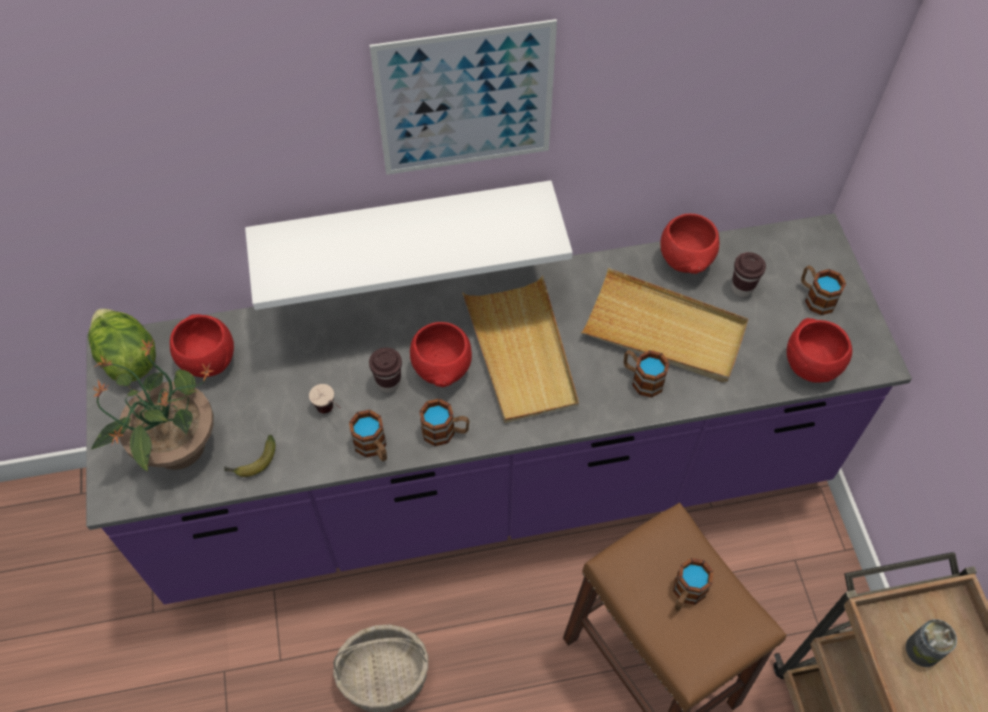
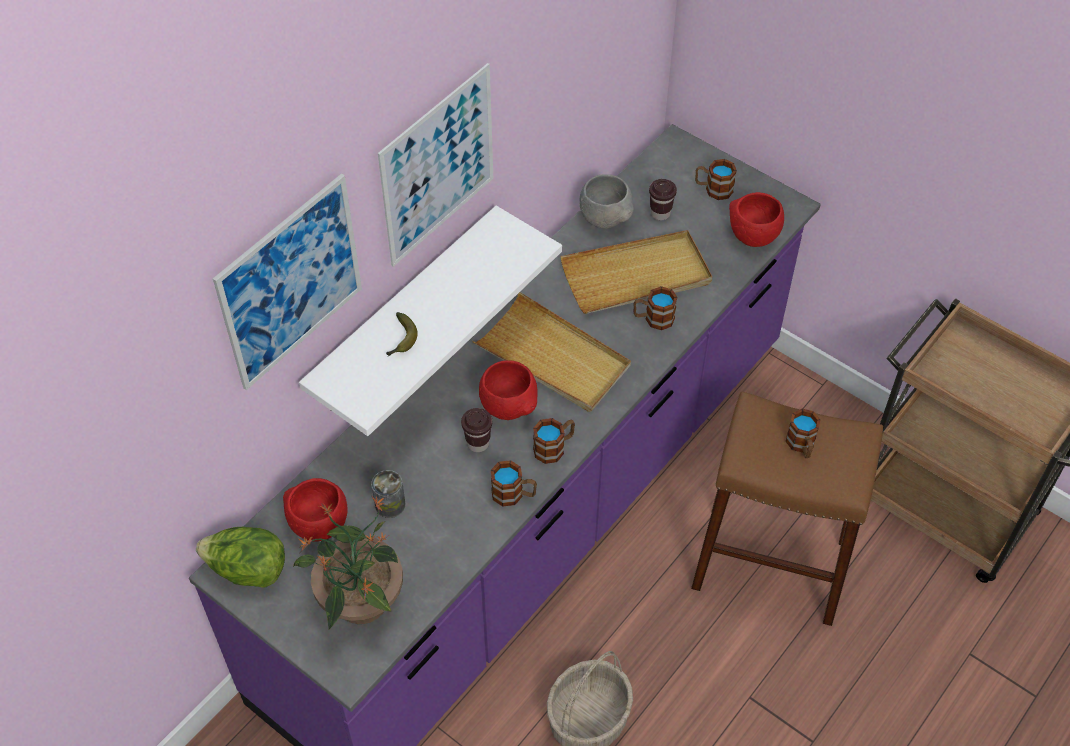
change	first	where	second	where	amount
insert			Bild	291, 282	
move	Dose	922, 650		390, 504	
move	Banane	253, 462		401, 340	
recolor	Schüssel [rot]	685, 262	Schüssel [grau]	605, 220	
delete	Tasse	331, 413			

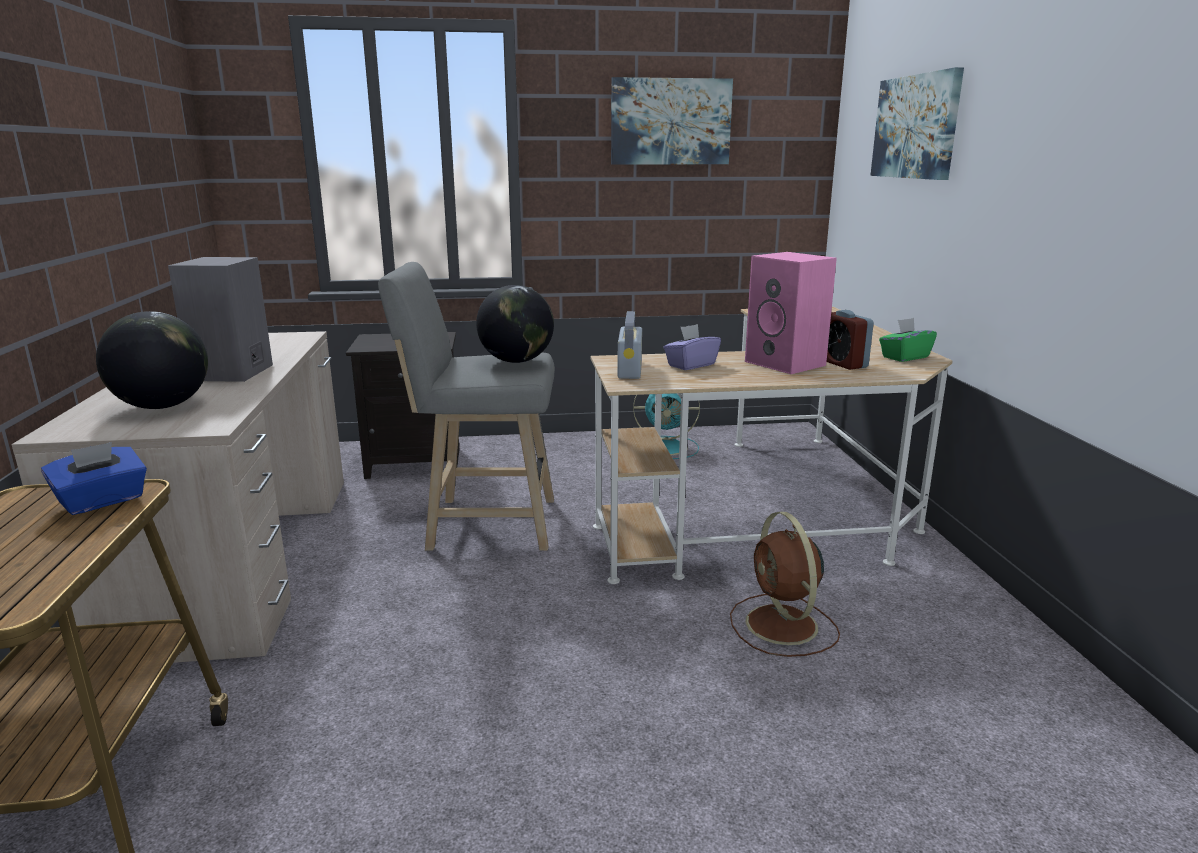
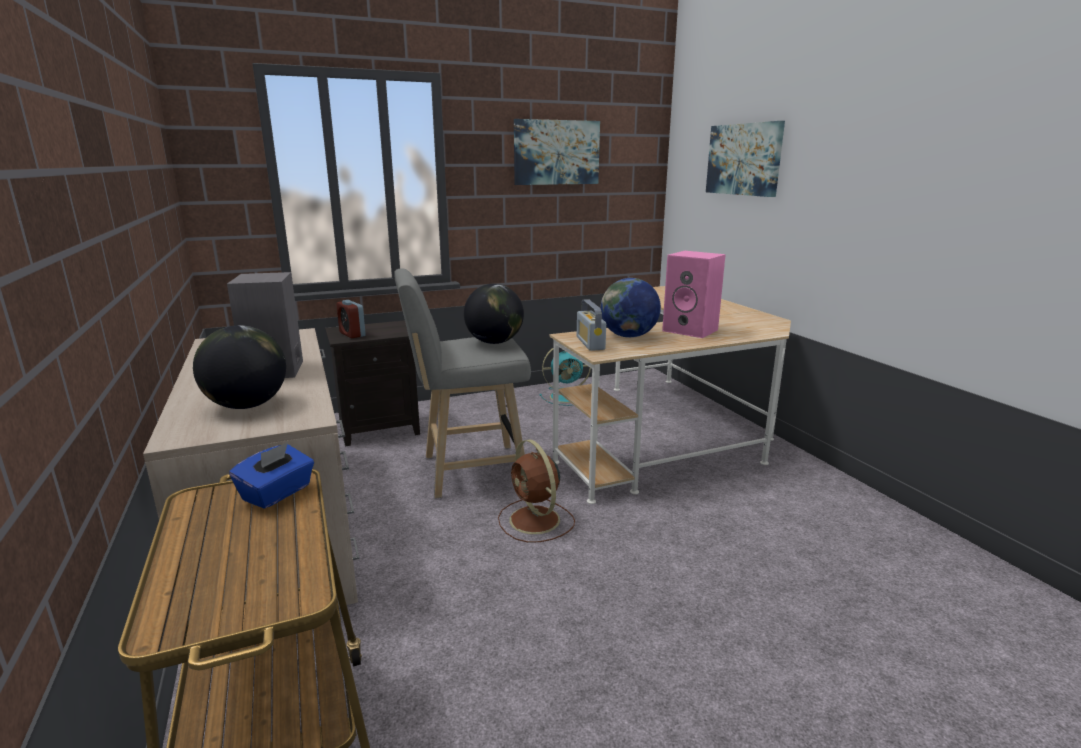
change	first	where	second	where	amount
move	Wecker	843, 363		352, 334	
move	Ventilator [braun]	783, 626		536, 521	
replace	Taschentuchbox [lila]	691, 365	Globus	629, 336	
delete	Taschentuchbox [grün]	904, 357			

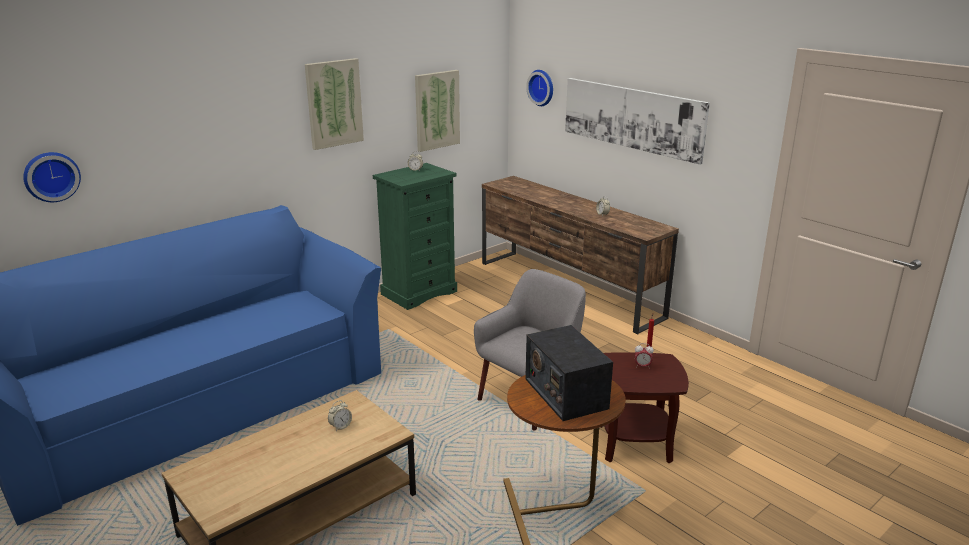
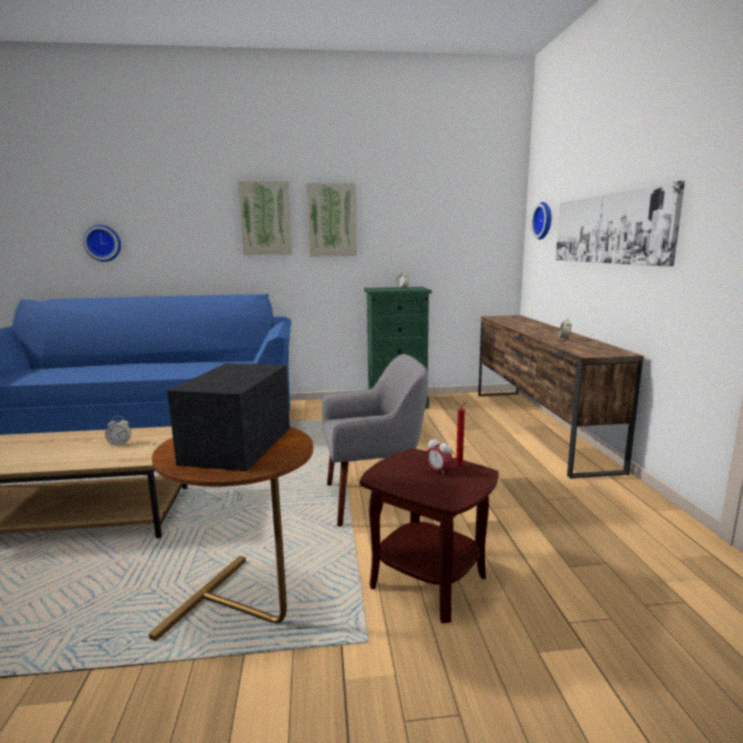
change	first	where	second	where	amount
move	Bild	436, 110		265, 218	

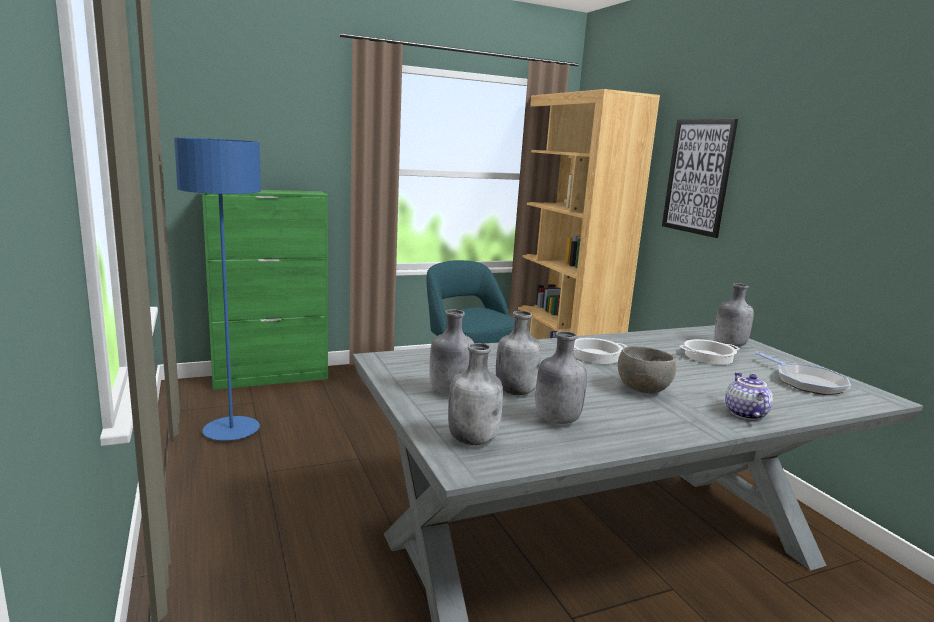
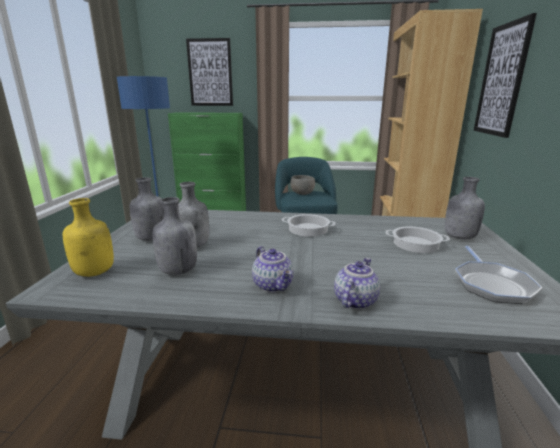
change	first	where	second	where	amount
recolor	Flasche [grau]	473, 440	Flasche [gelb]	95, 272	
insert			Bild	210, 73	
insert			Teekanne	274, 285	
move	Schüssel [grau]	643, 390		302, 194	

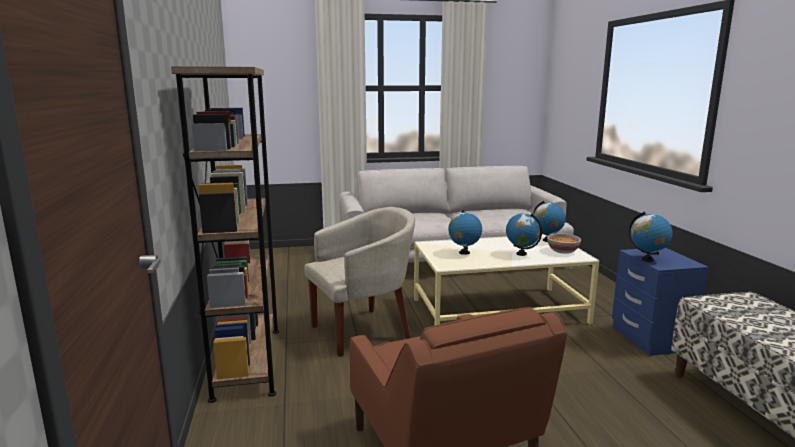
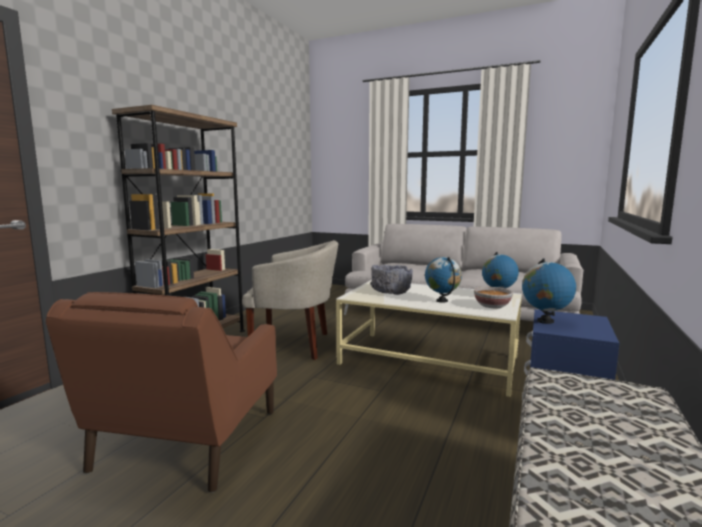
change	first	where	second	where	amount
replace	Globus	464, 253	Schüssel [grau]	391, 292	

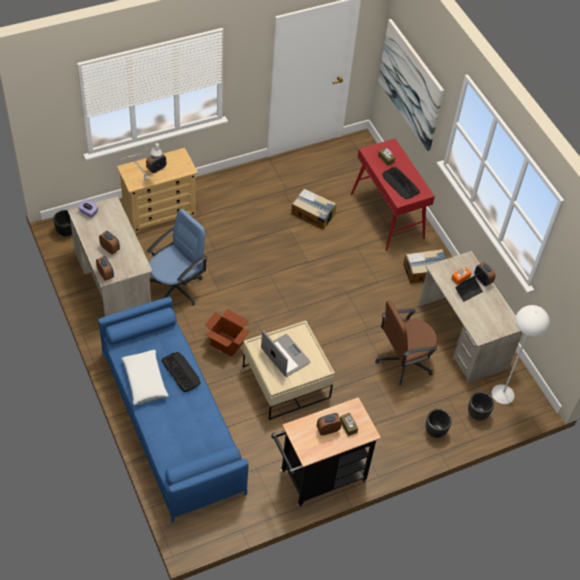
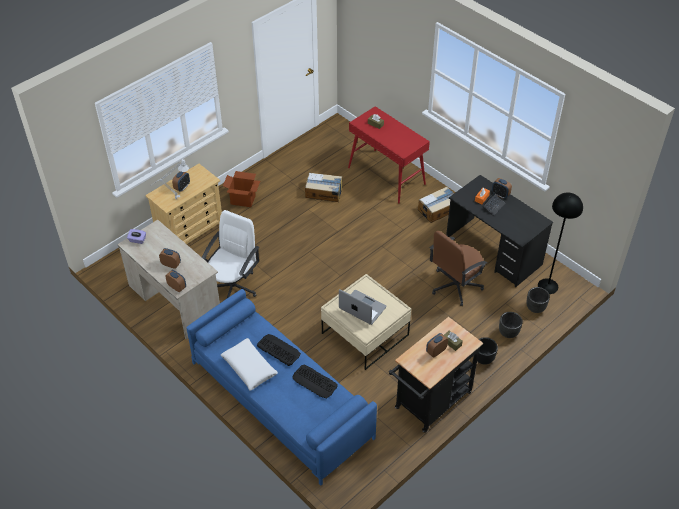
change	first	where	second	where	amount
recolor	Bürostuhl [blau]	176, 287	Bürostuhl [weiß]	233, 286	
move	Karton	226, 344		243, 200	
move	Tastatur	400, 183		314, 382	
recolor	Schreibtisch [beige]	462, 337	Schreibtisch [schwarz]	493, 251	
move	Pflanzkübel [schwarz]	66, 232		484, 359	
recolor	Stehlampe [weiß]	503, 394	Stehlampe [schwarz]	548, 286	
delete	Bild	410, 84			

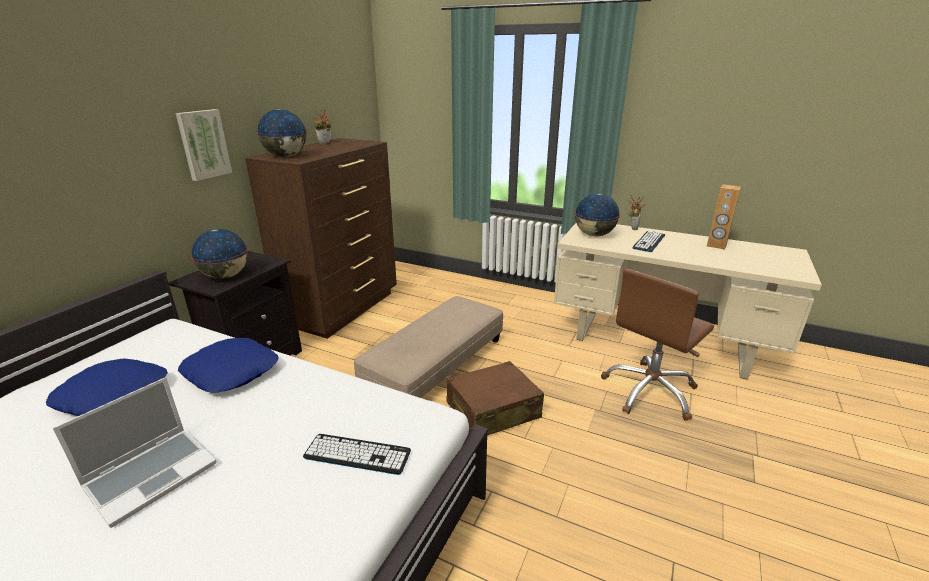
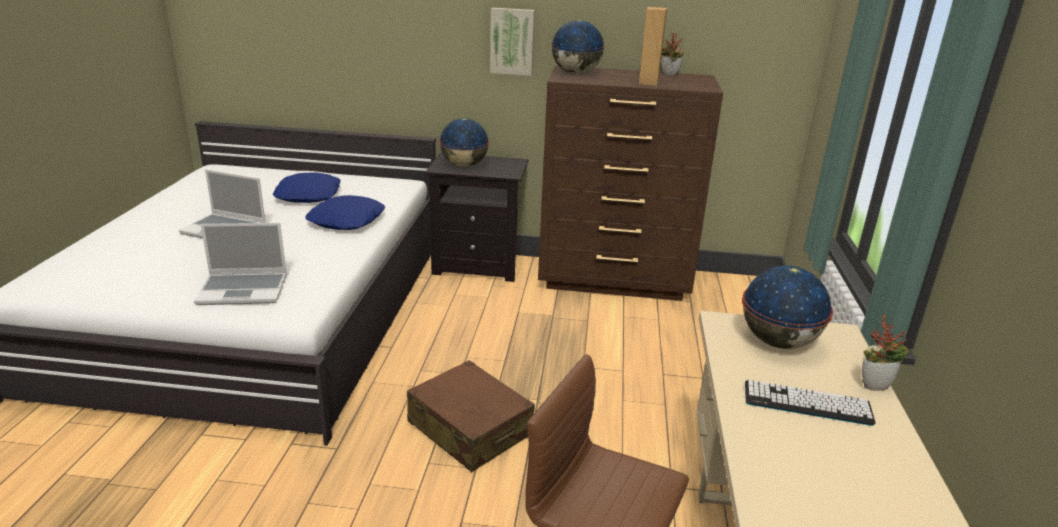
change	first	where	second	where	amount
replace	Tastatur	357, 454	Laptop	244, 290	
move	Lautsprecher [braun]	716, 245		648, 83	
delete	Polsterhocker [beige]	435, 364			

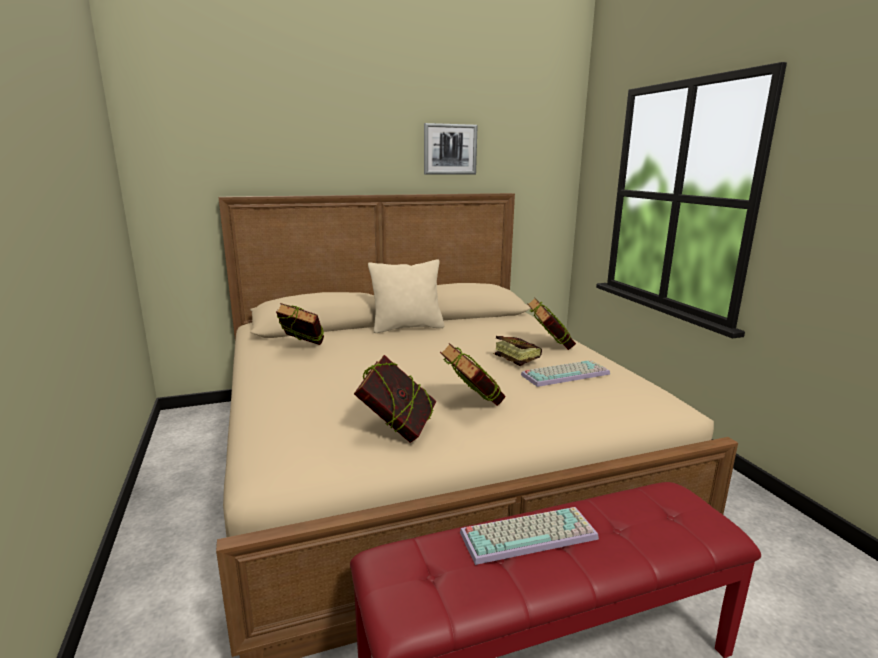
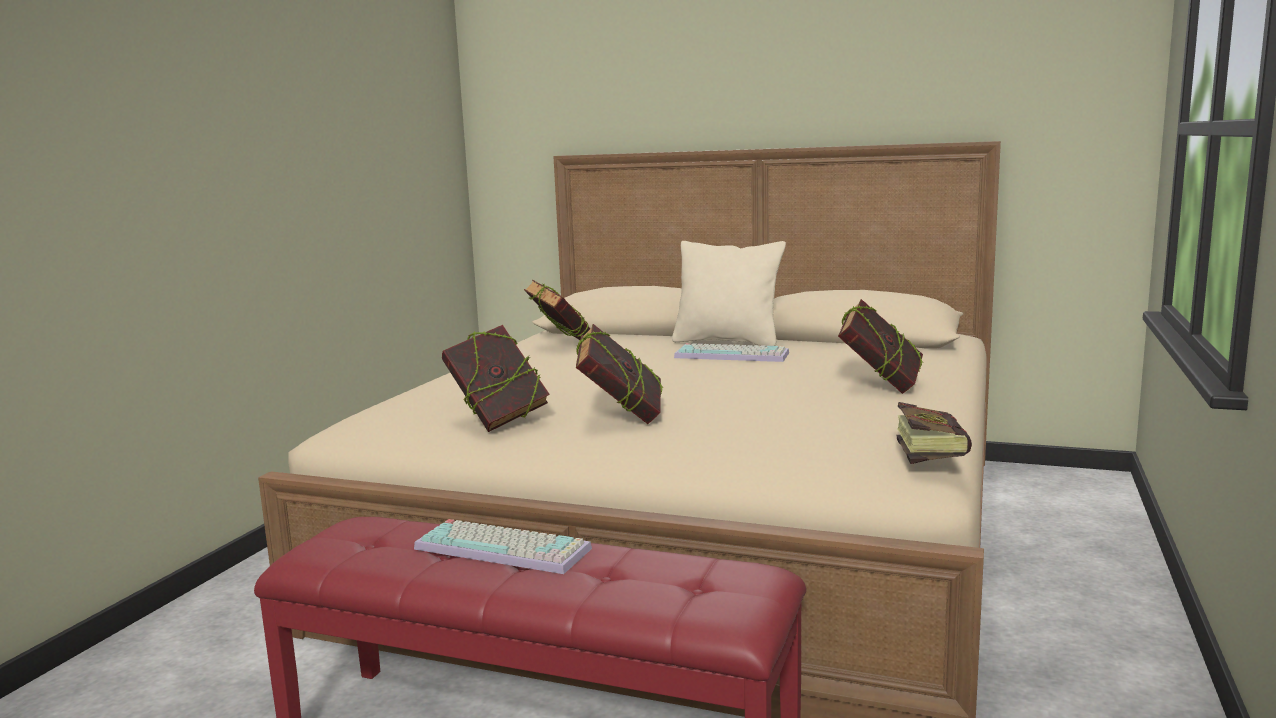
change	first	where	second	where	amount
move	Tastatur	565, 374		733, 355	
move	Buch	513, 359		928, 455	
delete	Bild	450, 149			

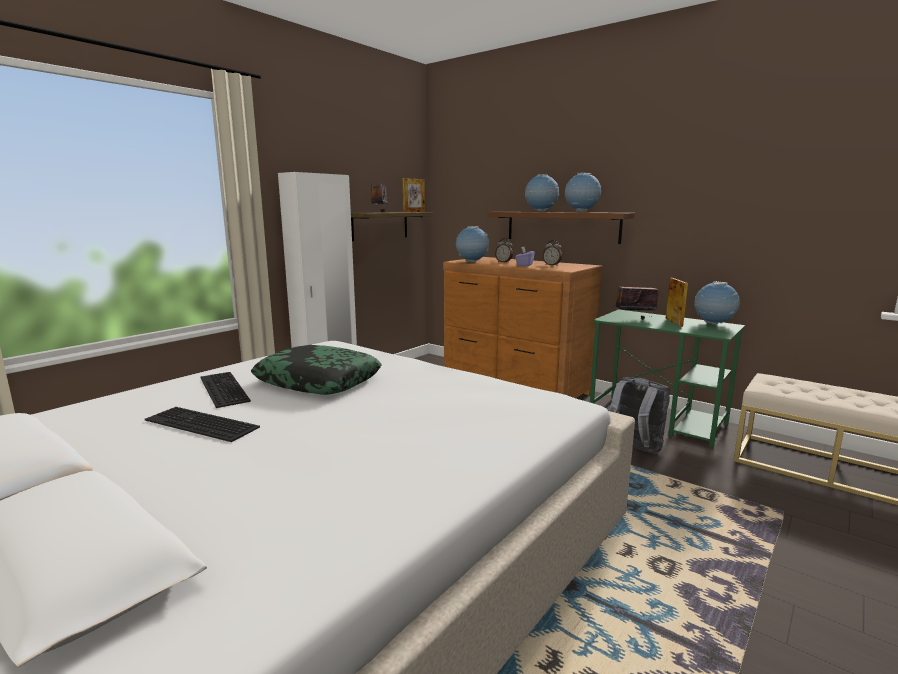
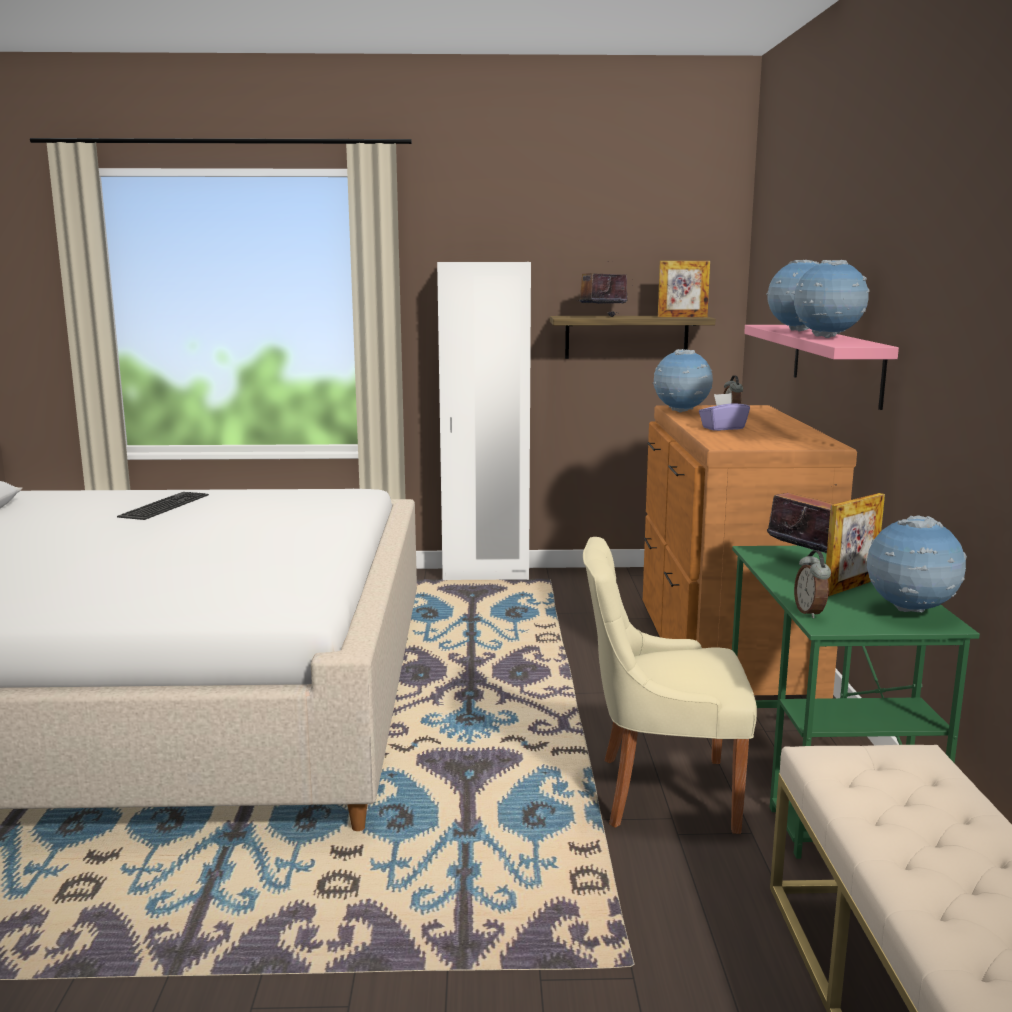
change	first	where	second	where	amount
replace	Rucksack [grau]	635, 449	Stuhl [beige]	661, 792	
recolor	Wandregal [braun]	561, 226	Wandregal [rosa]	836, 363	
move	Wecker	552, 265		810, 612	
delete	Tastatur	198, 424			
delete	Kissen	317, 381			

